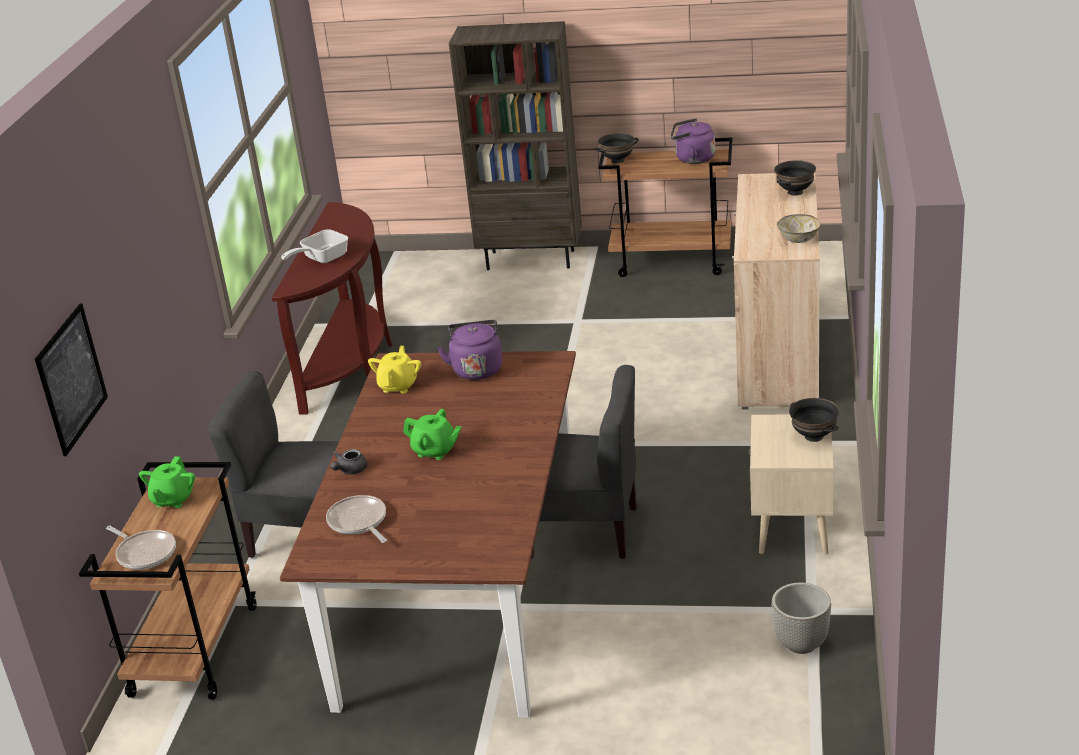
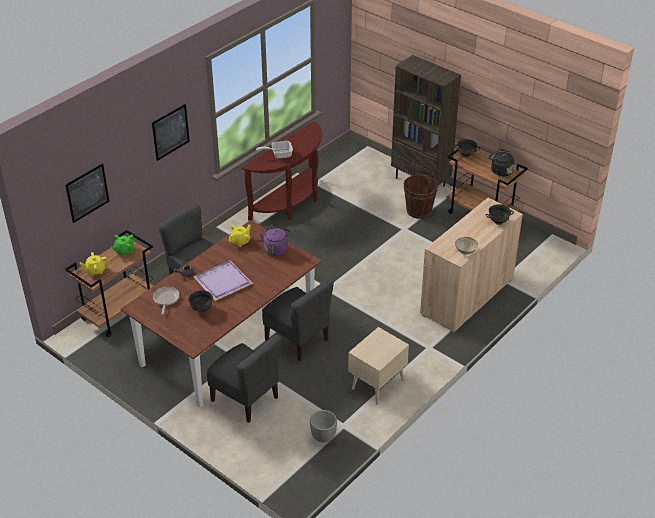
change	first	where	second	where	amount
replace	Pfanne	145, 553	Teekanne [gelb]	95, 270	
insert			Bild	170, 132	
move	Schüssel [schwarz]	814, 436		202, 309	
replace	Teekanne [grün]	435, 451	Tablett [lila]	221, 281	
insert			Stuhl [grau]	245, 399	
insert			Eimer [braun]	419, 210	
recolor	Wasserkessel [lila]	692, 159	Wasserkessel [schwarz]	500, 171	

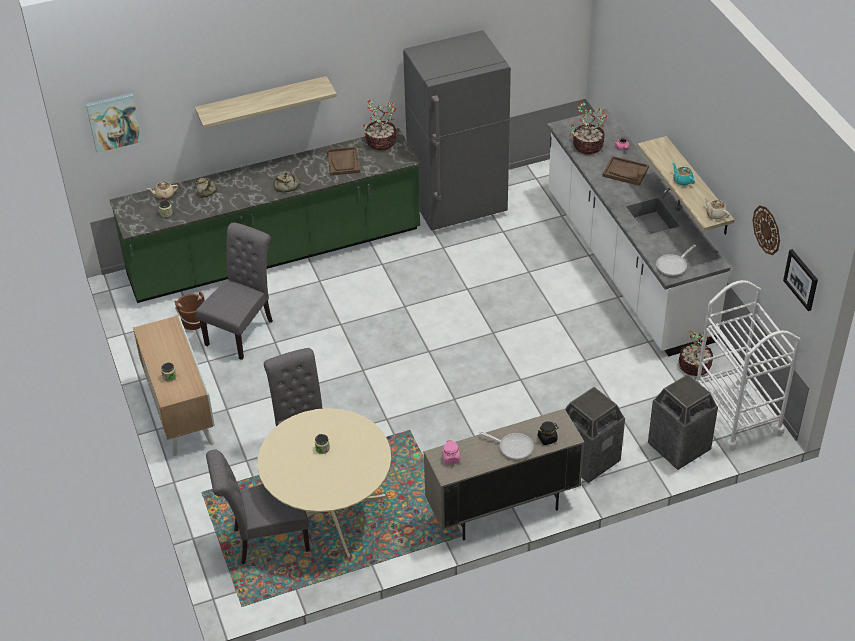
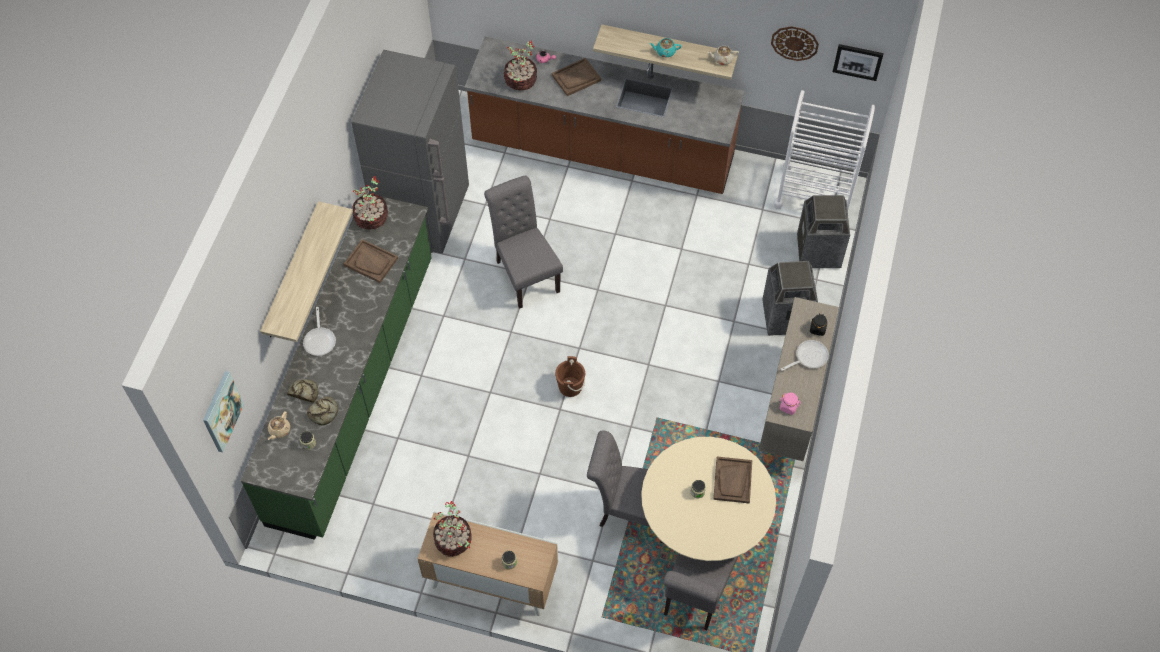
change	first	where	second	where	amount
move	Pfanne	673, 265		320, 340	
move	Brot	286, 186		324, 412	
move	Topfpflanze	694, 367		454, 541	
recolor	Küchenzeile [weiß]	626, 266	Küchenzeile [braun]	603, 151	
move	Stuhl [grau]	242, 330		525, 273	
move	Eimer [braun]	193, 322		570, 386	
insert			Tablett [braun]	732, 480	

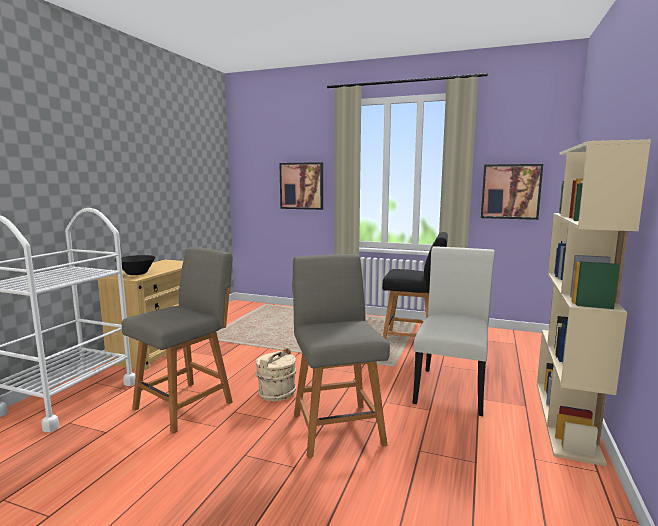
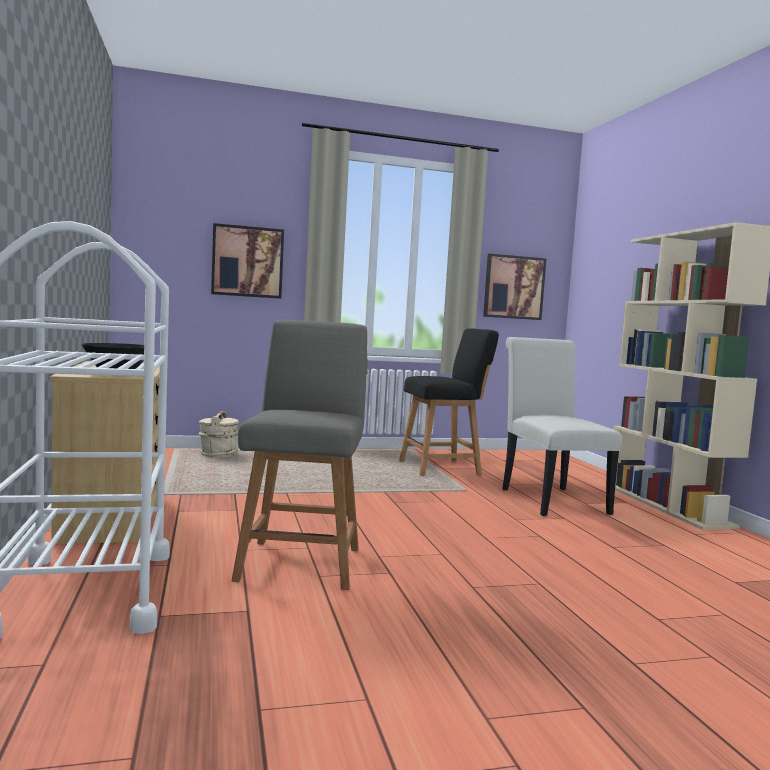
change	first	where	second	where	amount
move	Eimer [beige]	276, 393		218, 454	
delete	Stuhl [grau]	336, 427			

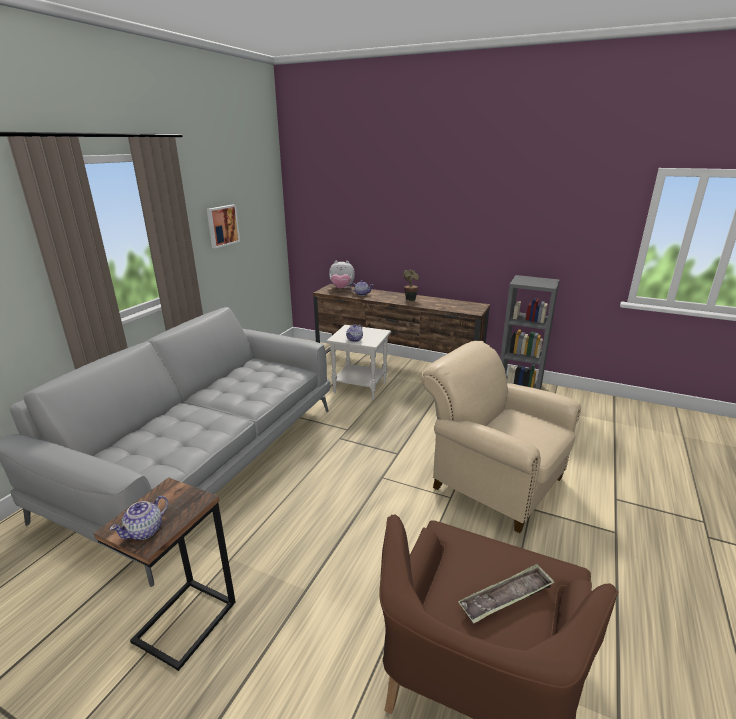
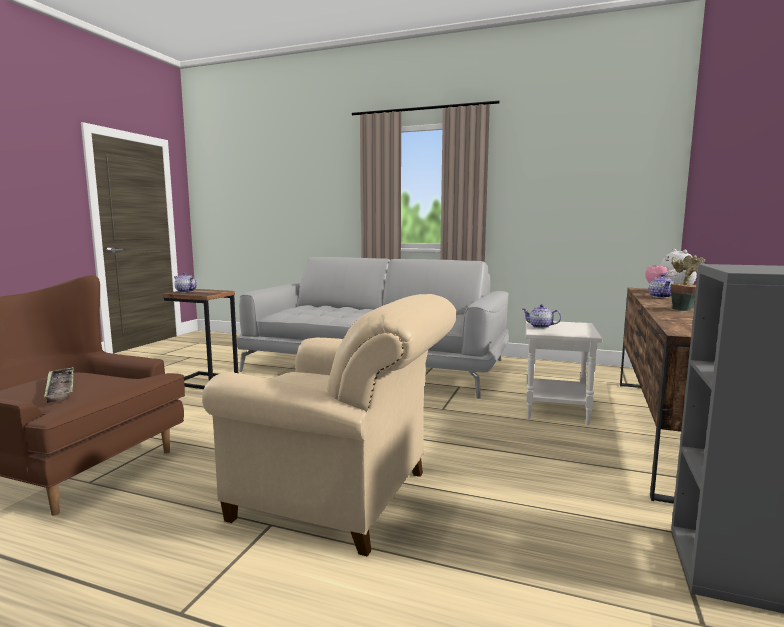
change	first	where	second	where	amount
rotate	Sessel [beige]	491, 480		341, 497	75 degrees clockwise
delete	Bild	222, 225			

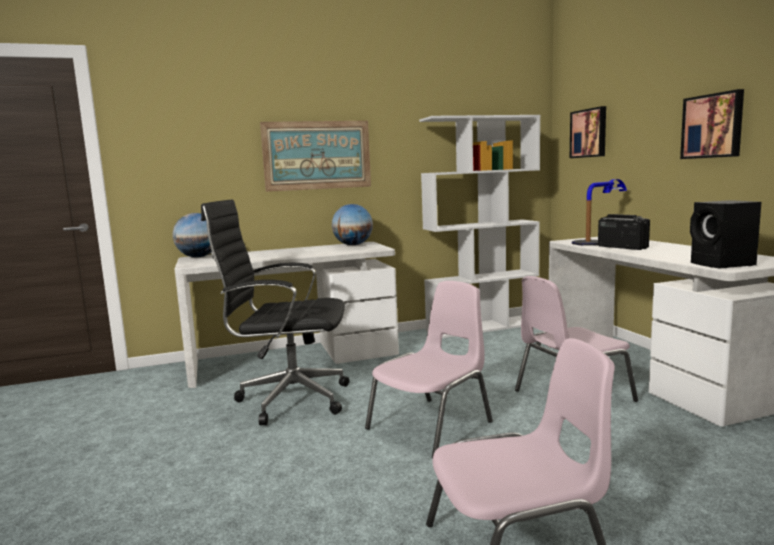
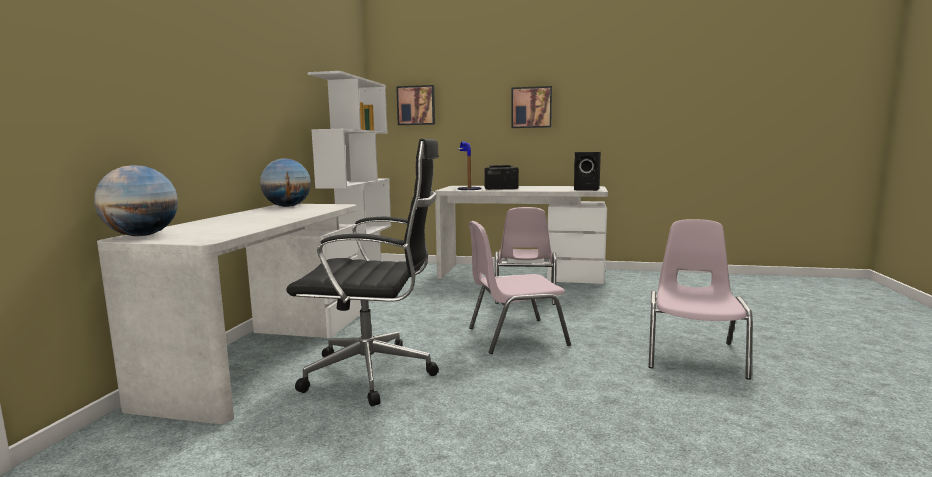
change	first	where	second	where	amount
rotate	Bürostuhl [schwarz]	288, 400		376, 374	120 degrees counterclockwise
rotate	Stuhl [rosa]	432, 425		515, 336	90 degrees counterclockwise
delete	Bild	317, 155			

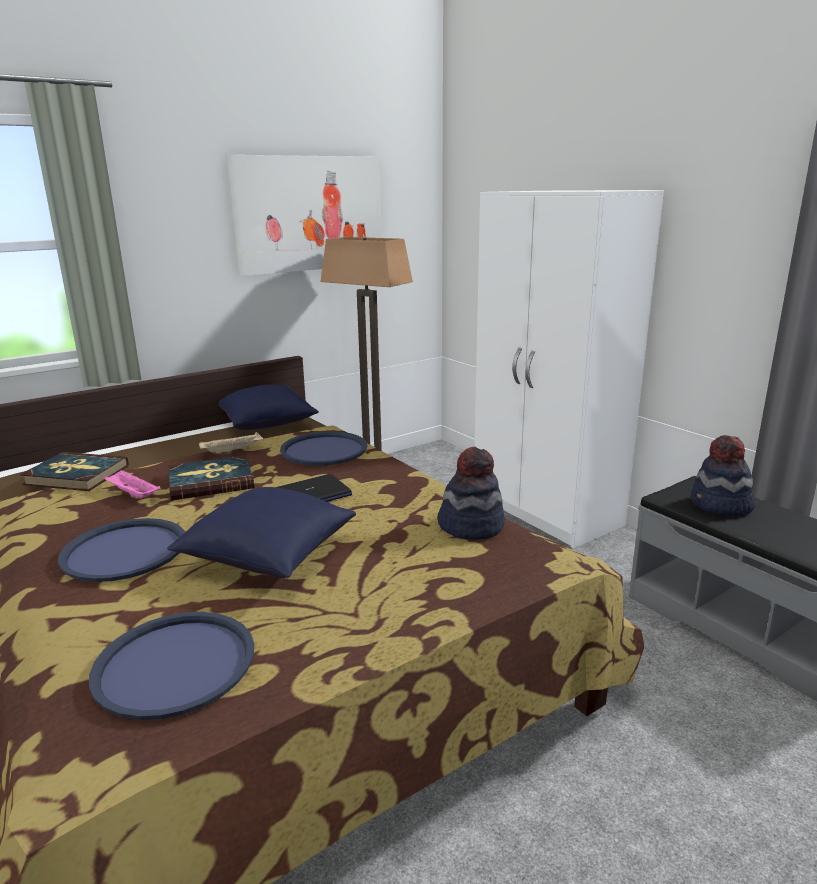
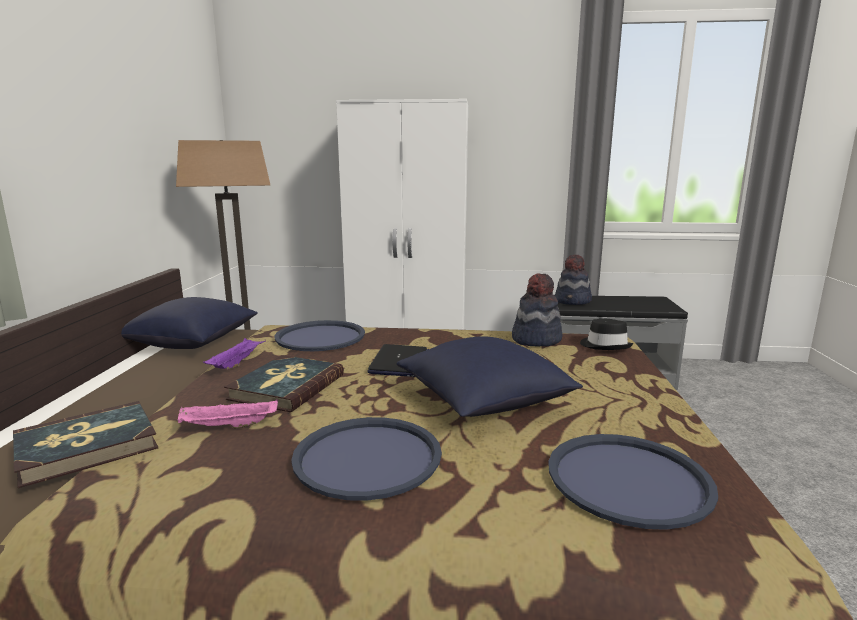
change	first	where	second	where	amount
recolor	Tablett [beige]	233, 451	Tablett [lila]	237, 363	
insert			Hut [schwarz]	605, 345	
delete	Bild	309, 214			

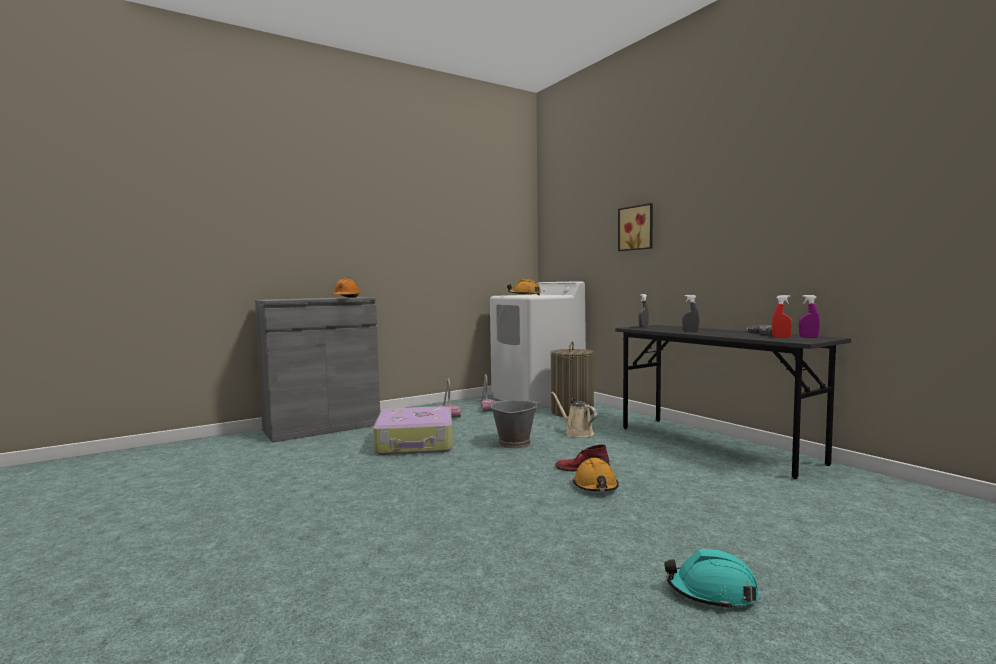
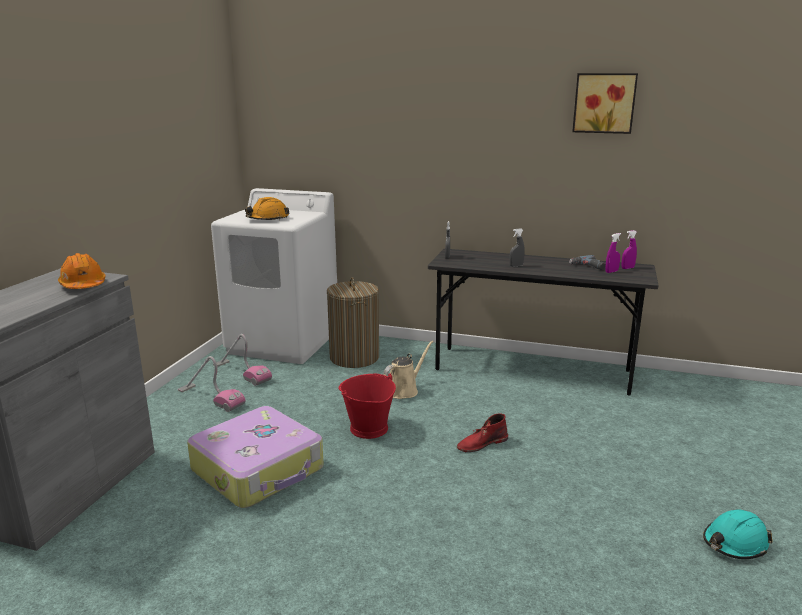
change	first	where	second	where	amount
recolor	Eimer [grau]	513, 443	Eimer [rot]	368, 428	
rotate	Gießkanne [beige]	576, 433		404, 390	120 degrees clockwise
move	Bild	637, 228		604, 103	
recolor	Sprühflasche [rot]	781, 337	Sprühflasche [lila]	611, 272	
delete	Schutzhelm [orange]	596, 486			

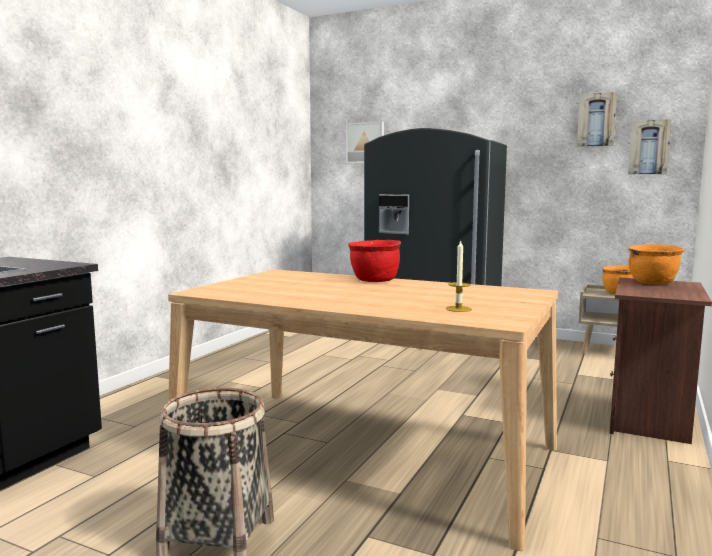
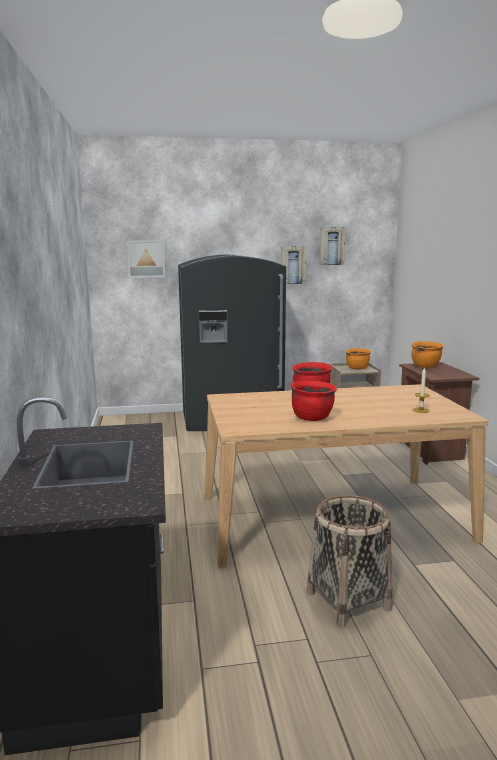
change	first	where	second	where	amount
move	Bild	649, 147		292, 265	
insert			Kochtopf [rot]	312, 418	

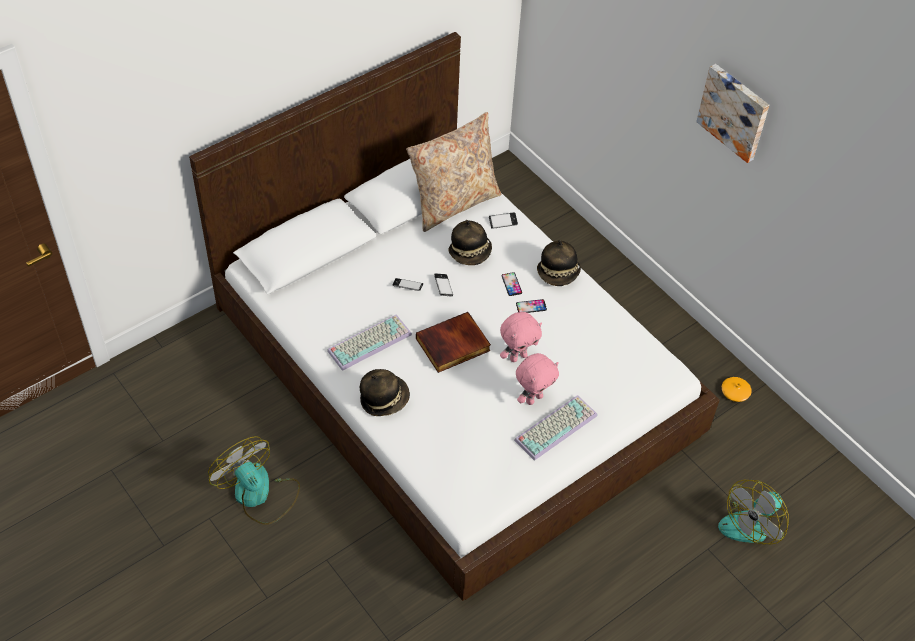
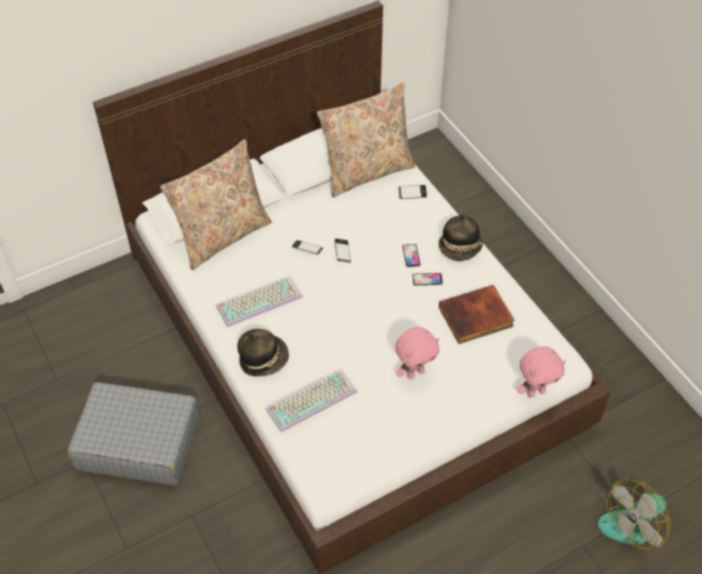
change	first	where	second	where	amount
replace	Ventilator	259, 494	Koffer [grau]	138, 442	
insert			Kissen [beige]	222, 236	
move	Tastatur	555, 426		312, 398	
move	Buch	453, 345		475, 318	
move	Plüschtier [rosa]	518, 356		535, 391	
delete	Hut	470, 253			
delete	Bild	734, 111			
delete	Vase [orange]	735, 392			

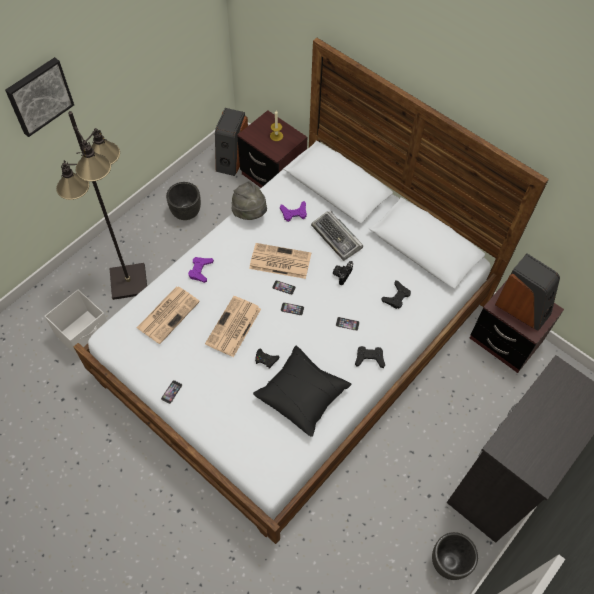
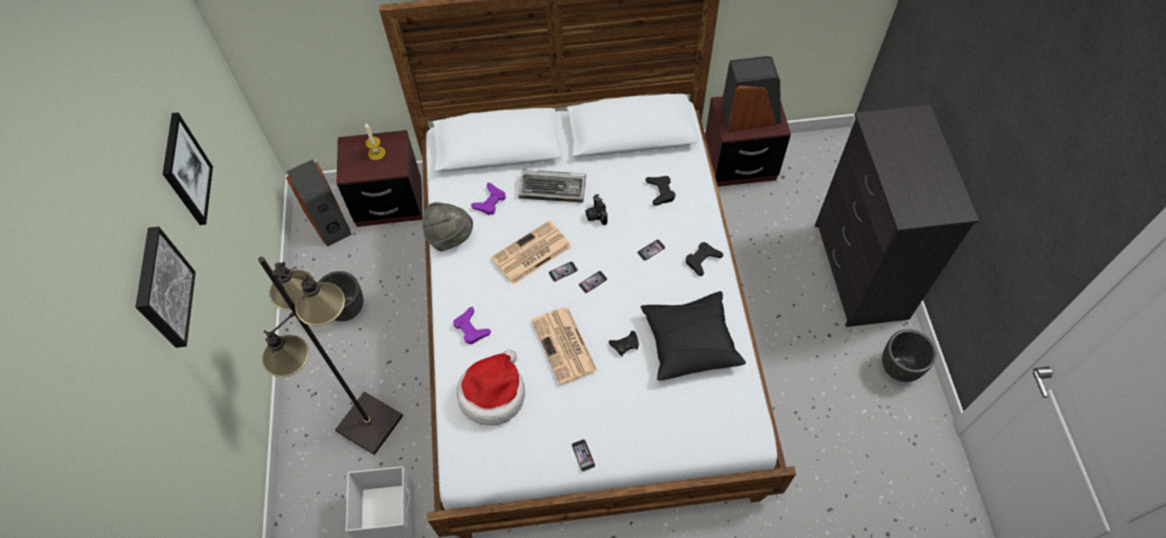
change	first	where	second	where	amount
insert			Bild	186, 170	
replace	Zeitung	168, 314	Hut	493, 393	

